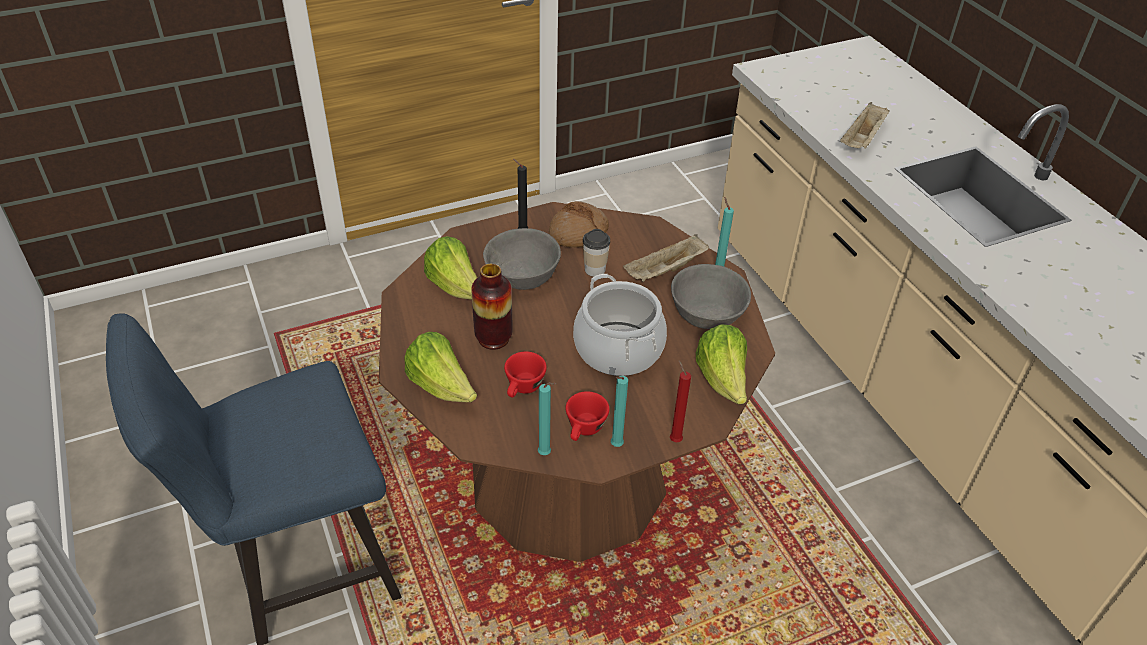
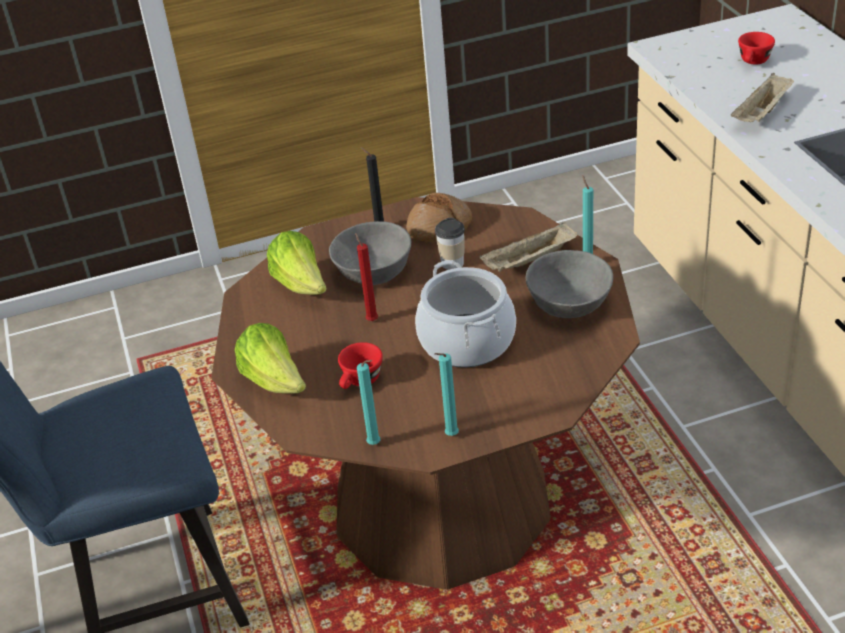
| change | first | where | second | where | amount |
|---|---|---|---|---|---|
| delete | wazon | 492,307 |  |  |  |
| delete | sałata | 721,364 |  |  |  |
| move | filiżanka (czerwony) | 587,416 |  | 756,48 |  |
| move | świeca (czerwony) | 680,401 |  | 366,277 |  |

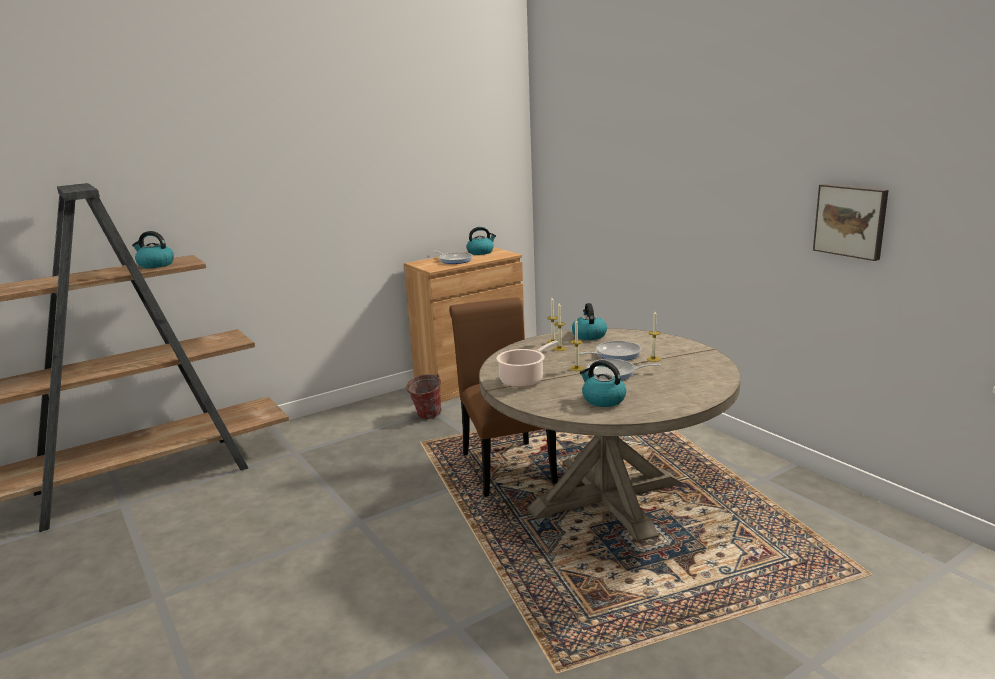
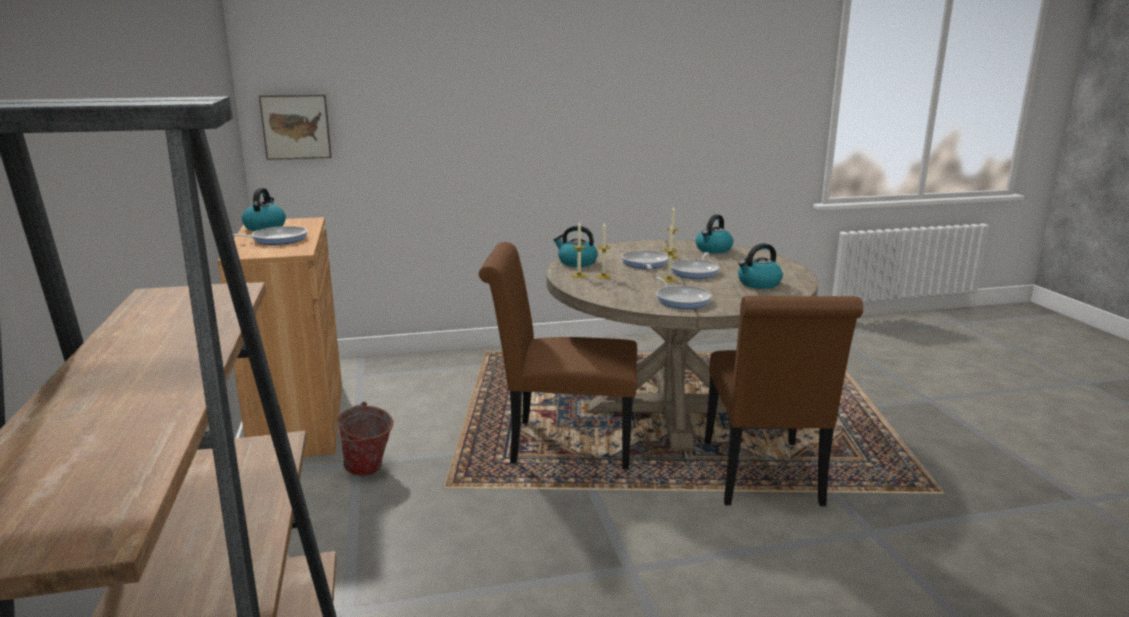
| change | first | where | second | where | amount |
|---|---|---|---|---|---|
| insert |  |  | krzesło (brązowy) | 783,401 |  |
| move | czajnik | 153,249 |  | 714,233 |  |
| move | obraz | 851,222 |  | 295,127 |  |
| replace | garnek | 527,364 | patelnia | 683,293 |  |

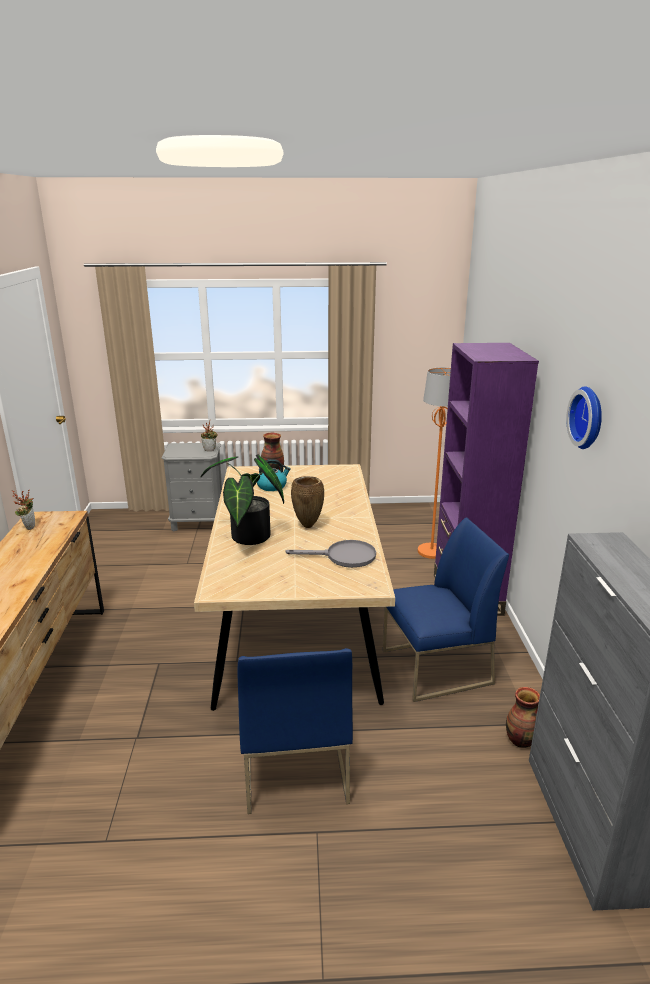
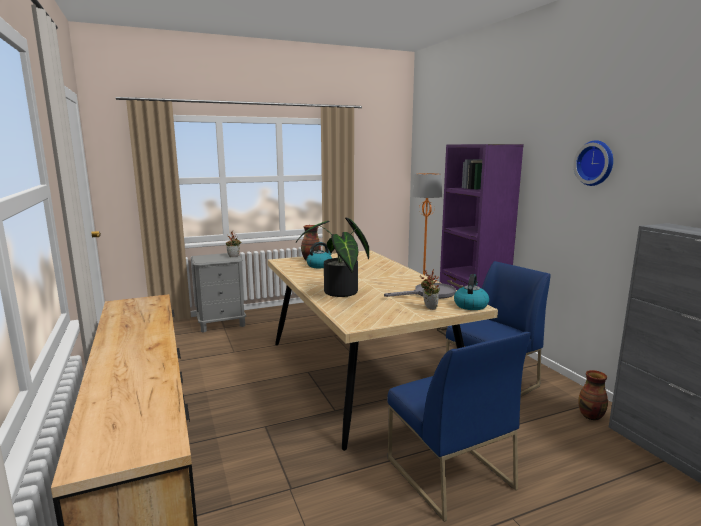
| change | first | where | second | where | amount |
|---|---|---|---|---|---|
| delete | wazon (brązowy) | 307,502 |  |  |  |
| insert |  |  | czajnik | 471,292 |  |
| move | roślina doniczkowa | 23,510 |  | 430,289 |  |

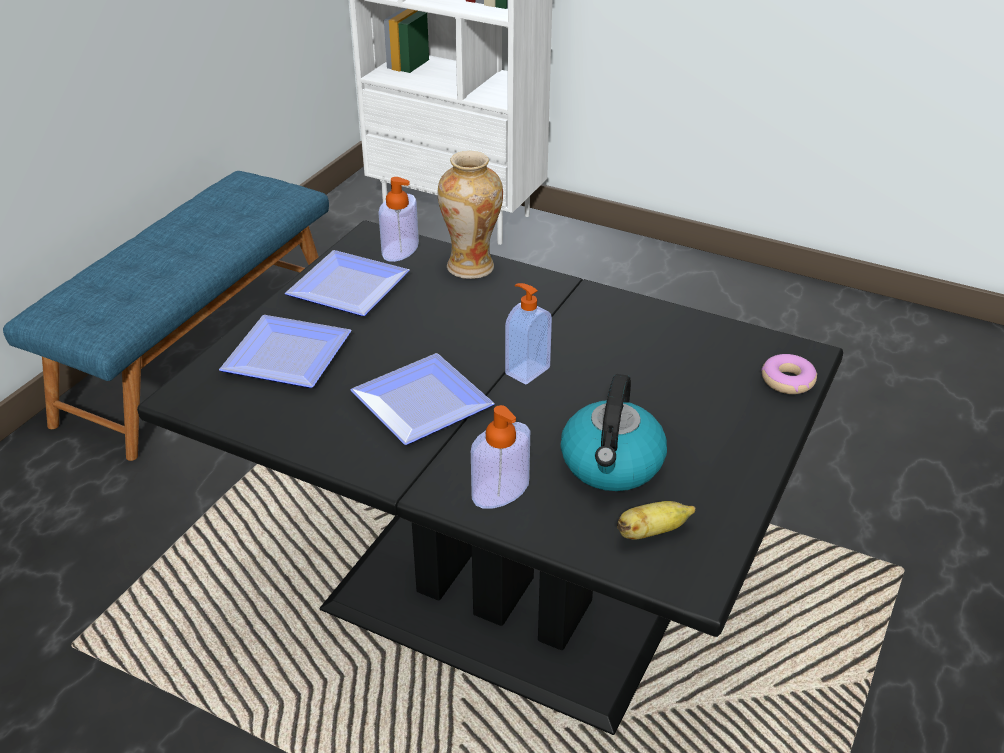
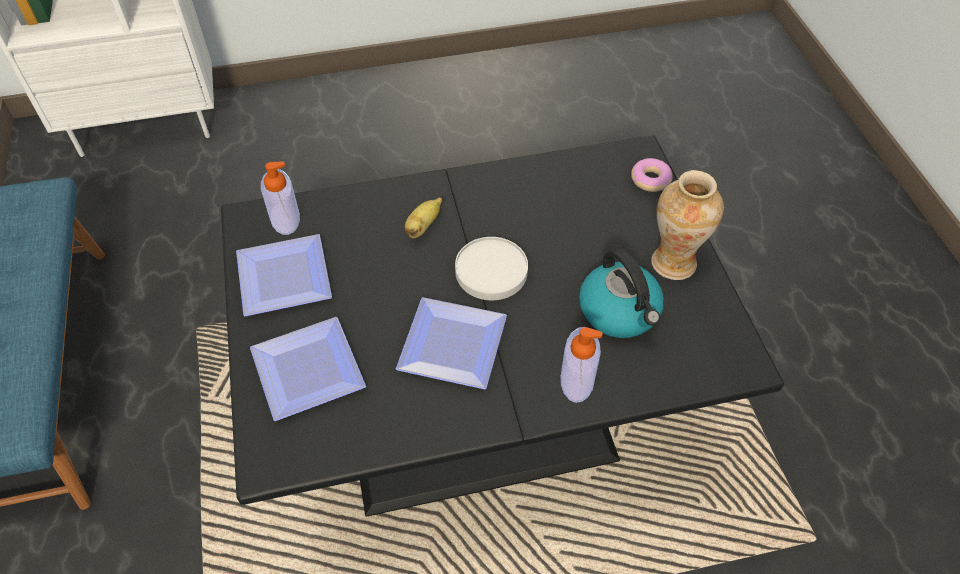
| change | first | where | second | where | amount |
|---|---|---|---|---|---|
| move | wazon | 470,215 |  | 687,225 |  |
| move | banan | 656,520 |  | 423,217 |  |
| replace | dozownik mydła | 528,334 | talerz (biały) | 491,268 |  |

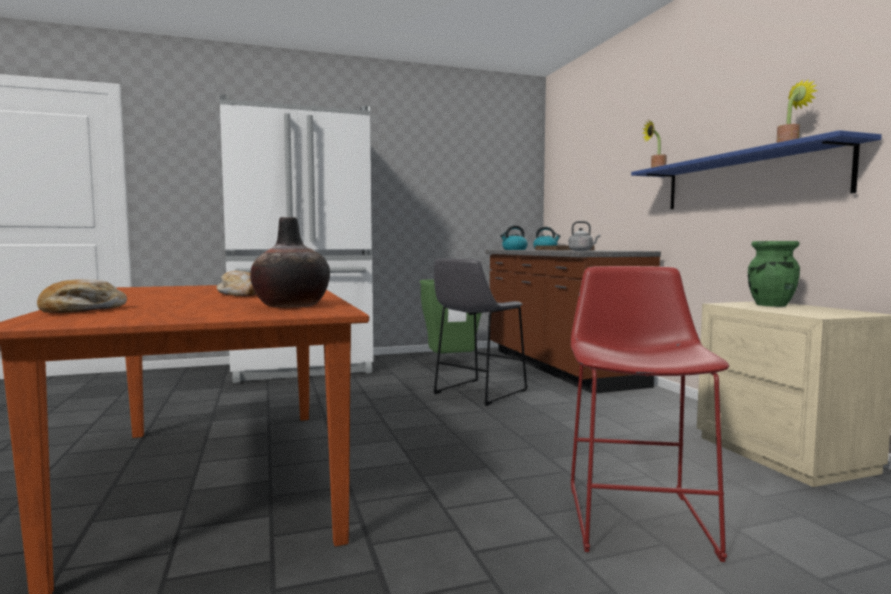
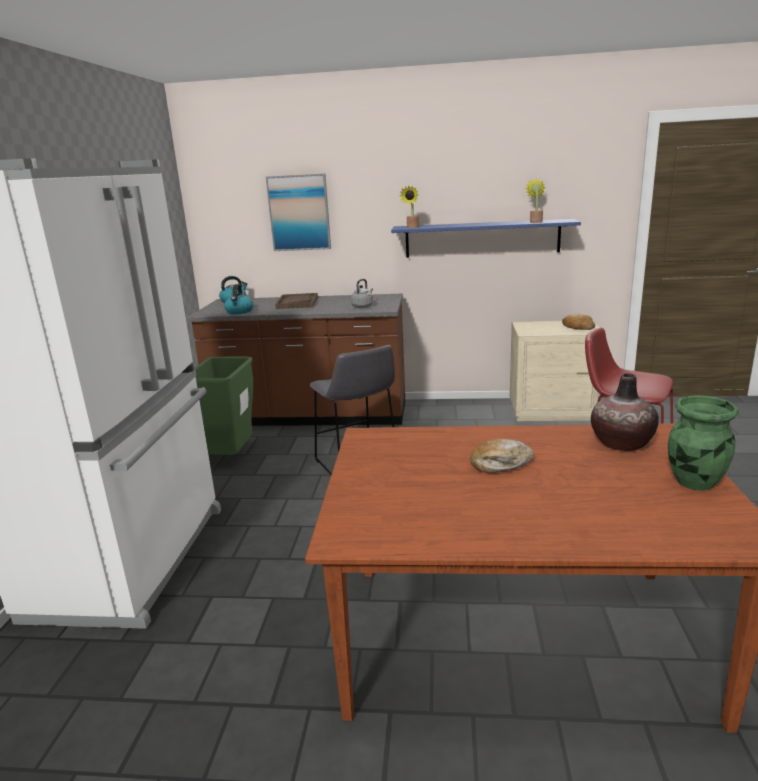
| change | first | where | second | where | amount |
|---|---|---|---|---|---|
| insert |  |  | obraz | 298,212 |  |
| move | chleb | 82,296 |  | 578,322 |  |
| move | wazon (zielony) | 774,274 |  | 703,443 |  |

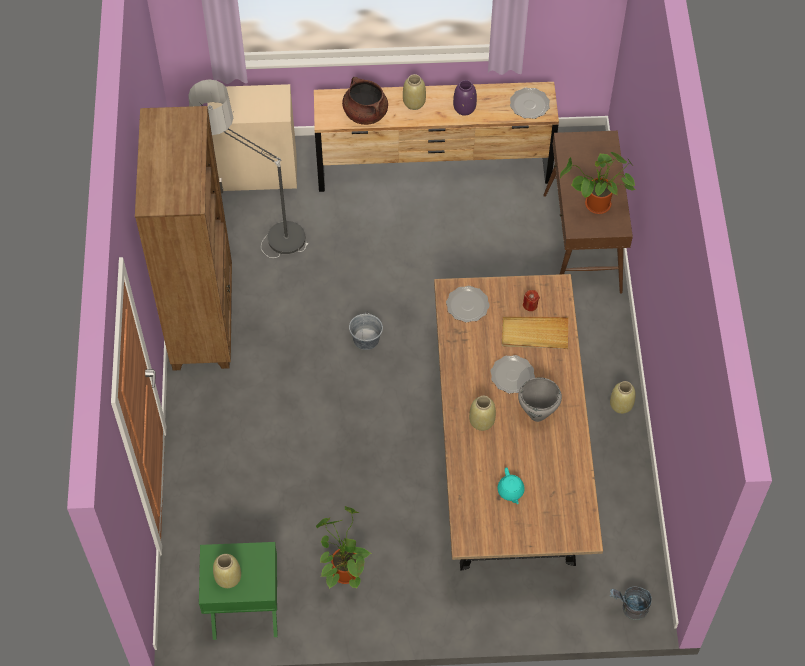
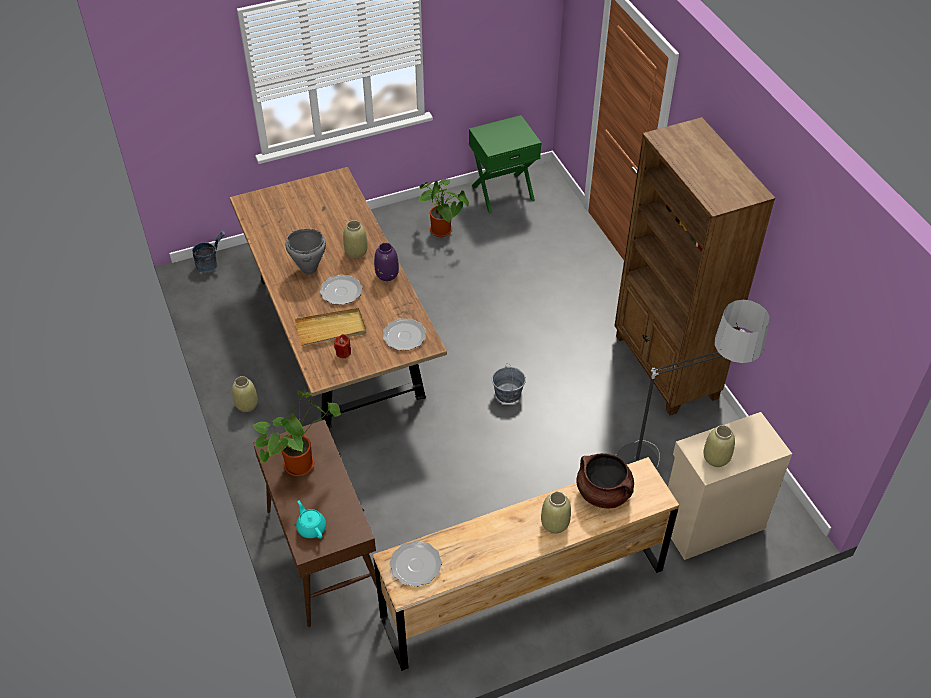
| change | first | where | second | where | amount |
|---|---|---|---|---|---|
| move | wazon (beżowy) | 227,571 |  | 719,446 |  |
| move | wazon (fioletowy) | 465,98 |  | 386,262 |  |
| move | imbryk (turkusowy) | 511,485 |  | 311,519 |  |

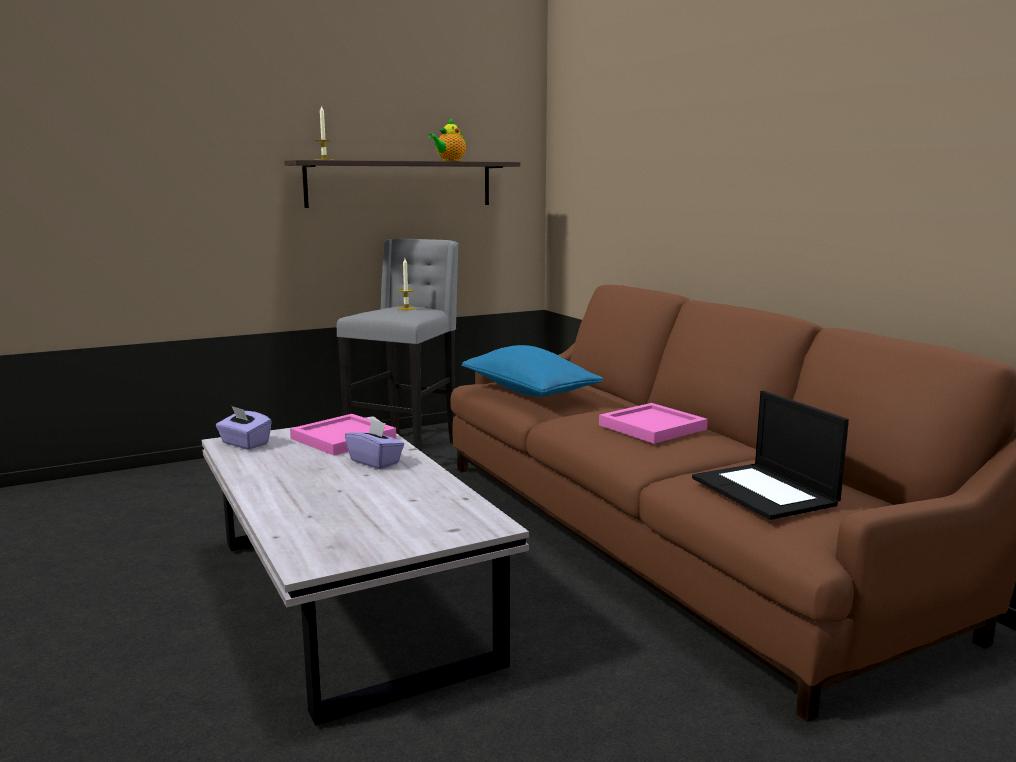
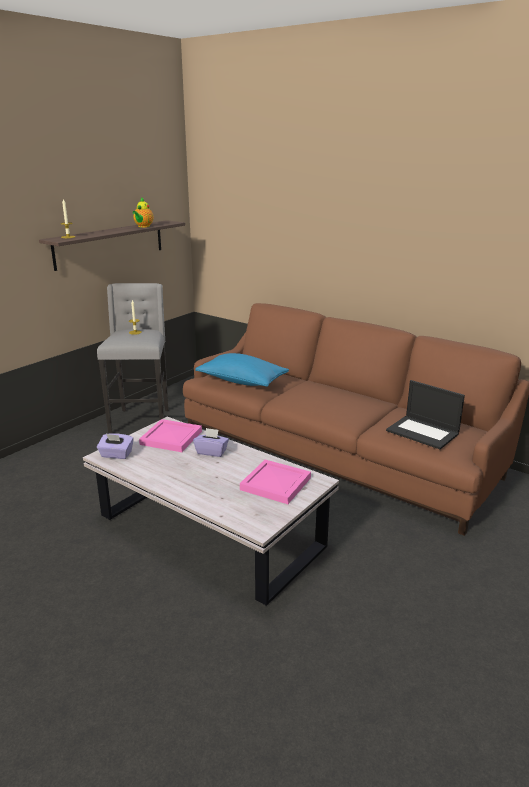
| change | first | where | second | where | amount |
|---|---|---|---|---|---|
| move | taca (różowy) | 653,423 |  | 275,482 |  |

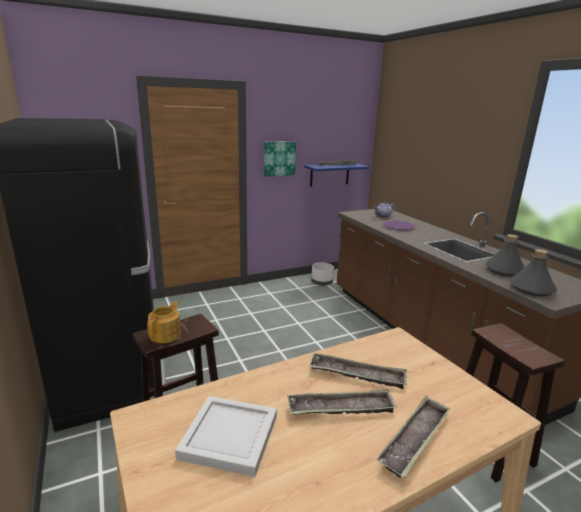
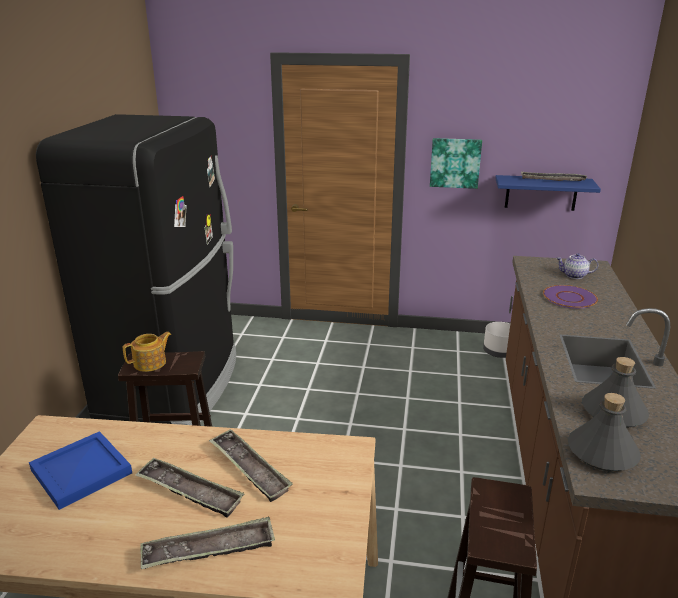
| change | first | where | second | where | amount |
|---|---|---|---|---|---|
| recolor | taca (biały) | 226,436 | taca (niebieski) | 80,470 |  |

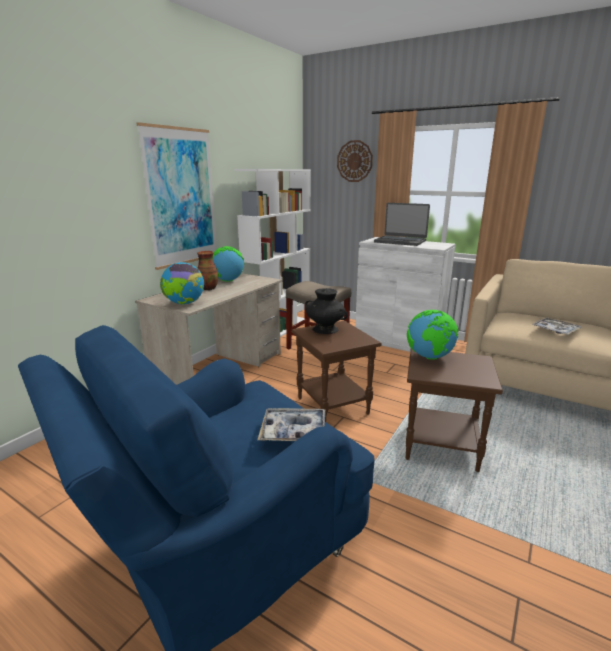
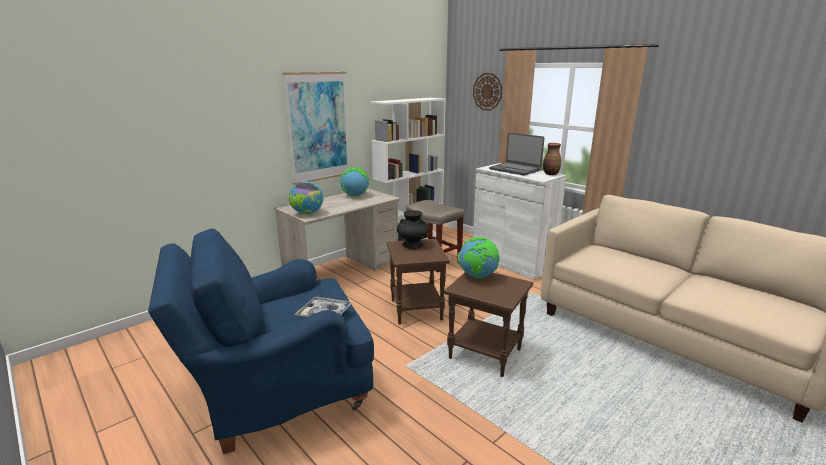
| change | first | where | second | where | amount |
|---|---|---|---|---|---|
| delete | taca | 557,326 |  |  |  |
| move | wazon | 207,270 |  | 552,159 |  |

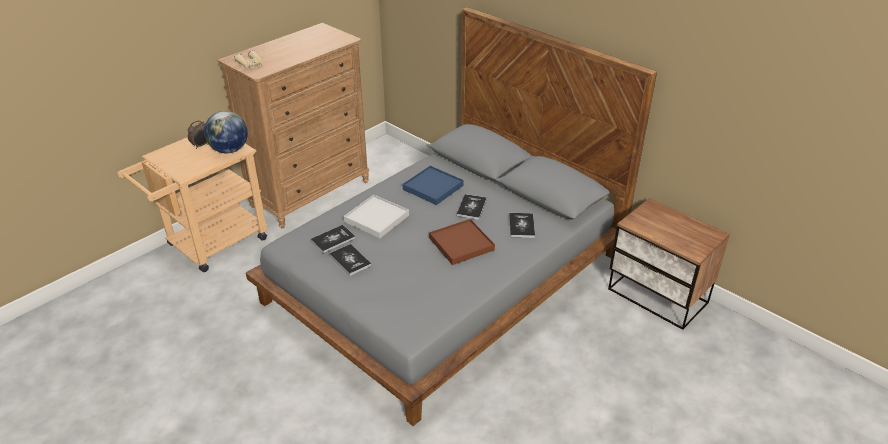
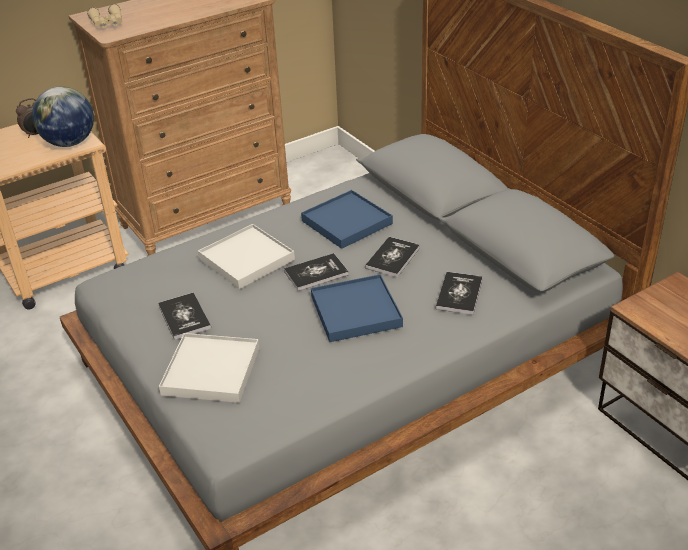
| change | first | where | second | where | amount |
|---|---|---|---|---|---|
| insert |  |  | taca (biały) | 209,368 |  |
| move | książka | 333,239 |  | 316,272 |  |
| recolor | taca (brązowy) | 462,242 | taca (niebieski) | 357,308 |  |

